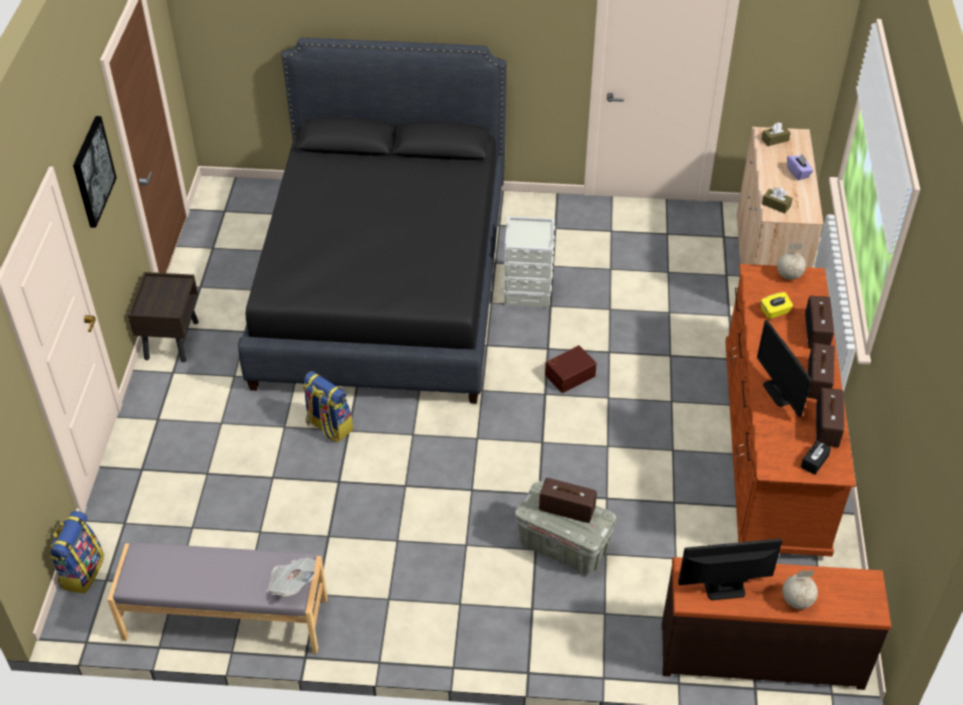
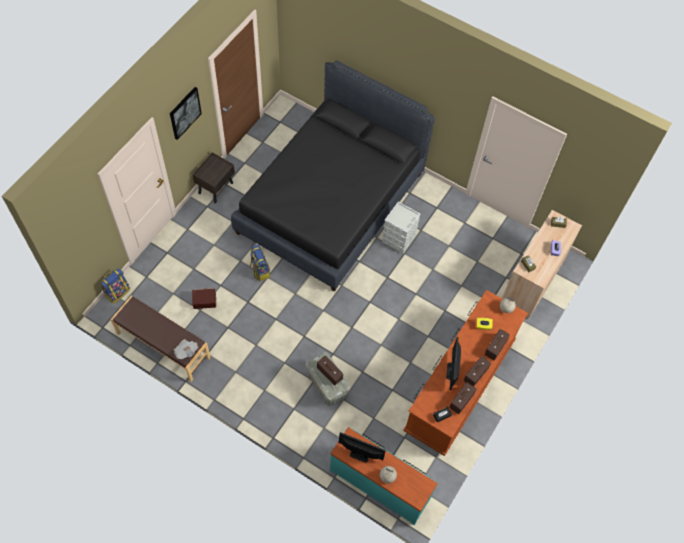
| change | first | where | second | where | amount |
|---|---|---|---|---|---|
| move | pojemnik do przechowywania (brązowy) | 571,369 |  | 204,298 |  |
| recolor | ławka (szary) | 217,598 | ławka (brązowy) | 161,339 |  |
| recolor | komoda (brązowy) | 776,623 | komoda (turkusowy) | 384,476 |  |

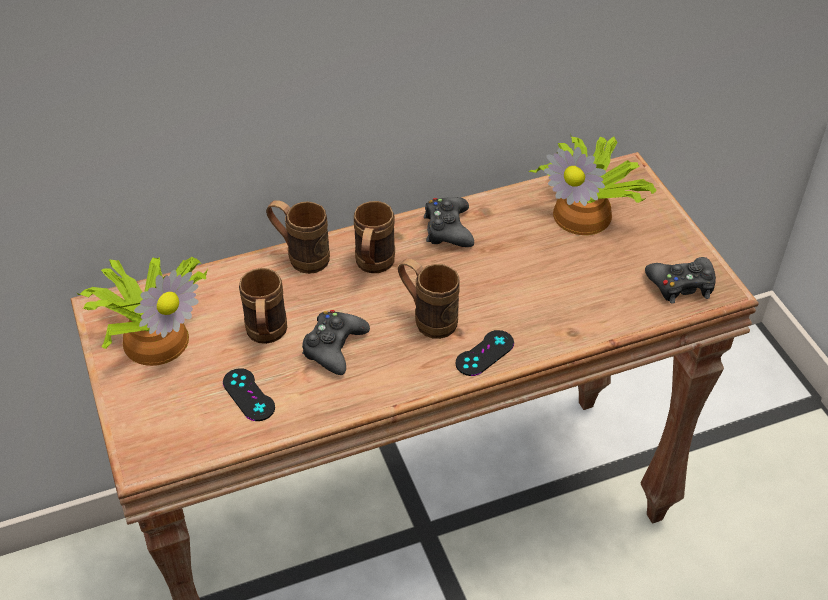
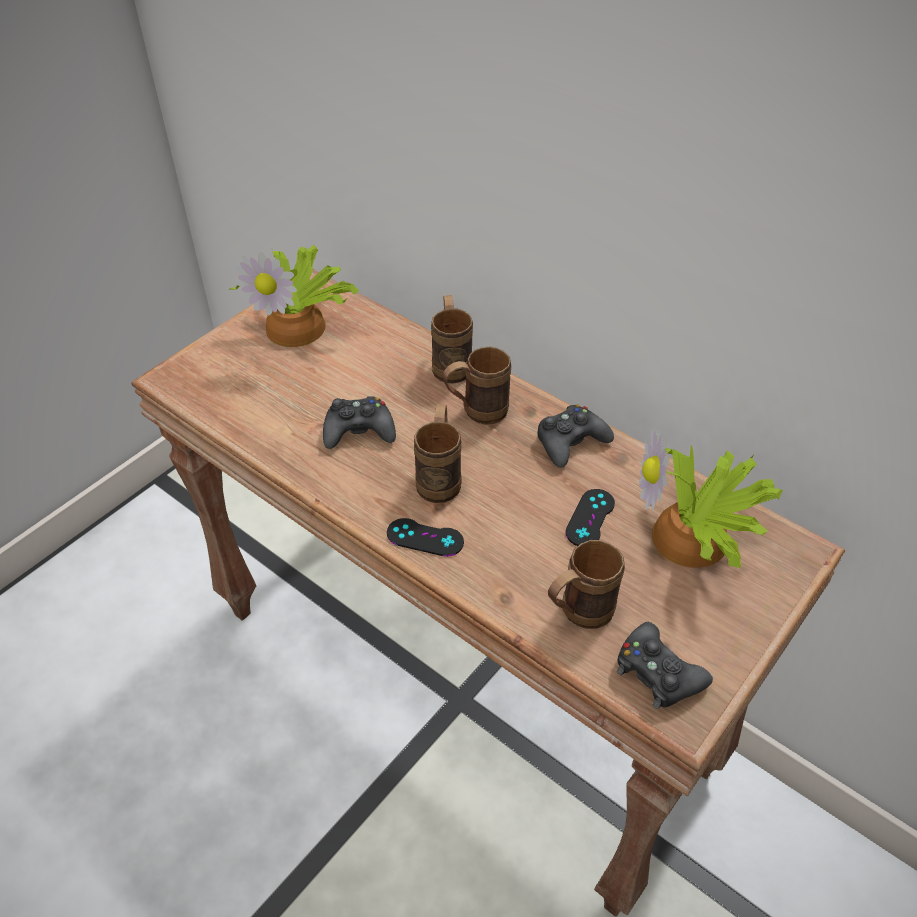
| change | first | where | second | where | amount |
|---|---|---|---|---|---|
| move | pad do gier (czarny) | 249,394 |  | 590,517 |  |
| move | kubek (brązowy) | 263,306 |  | 586,584 |  |

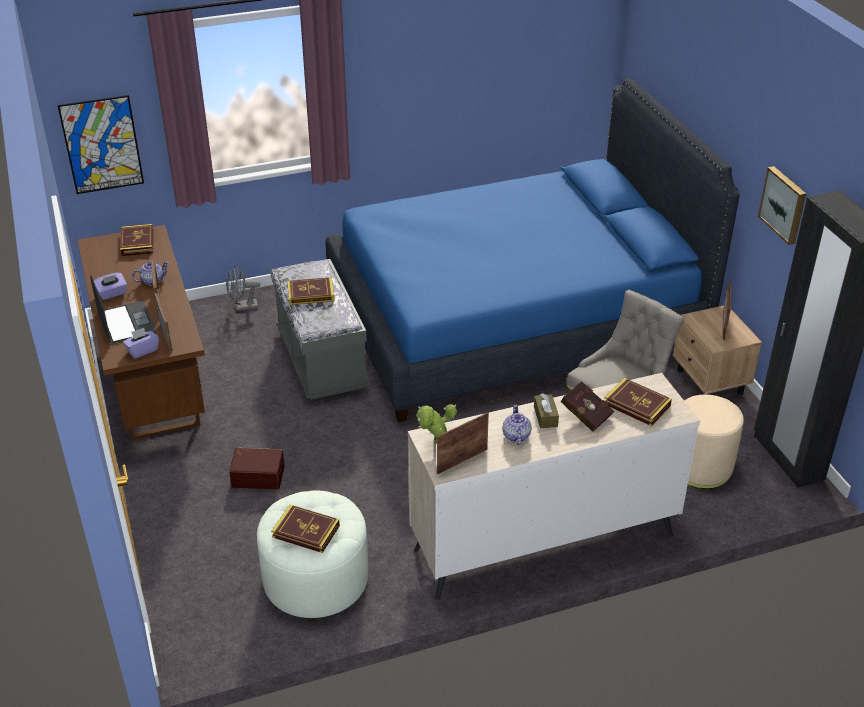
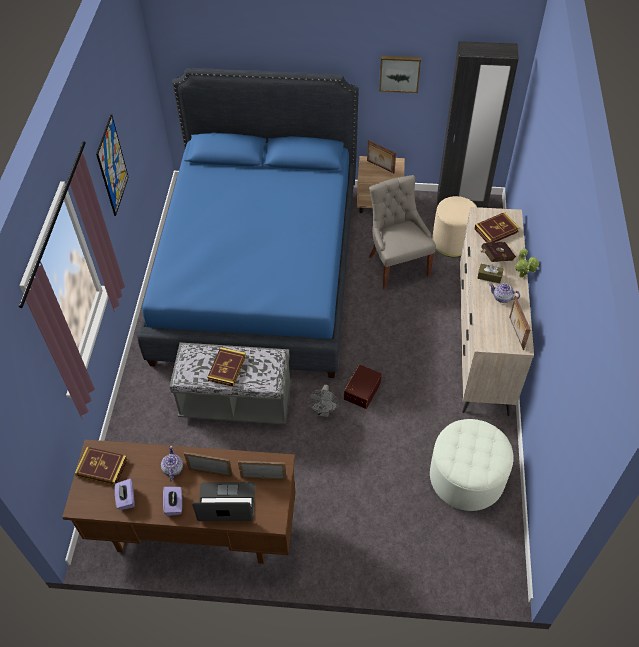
| change | first | where | second | where | amount |
|---|---|---|---|---|---|
| delete | książka | 305,529 |  |  |  |
| move | obraz | 101,144 |  | 112,165 |  |
| move | pudełko chusteczek (fioletowy) | 141,343 |  | 125,494 |  |
| move | wentylator (szary) | 243,288 |  | 322,401 |  |
| move | pojemnik do przechowywania (brązowy) | 256,468 |  | 363,387 |  |
| move | roślina doniczkowa | 437,424 |  | 527,263 |  |

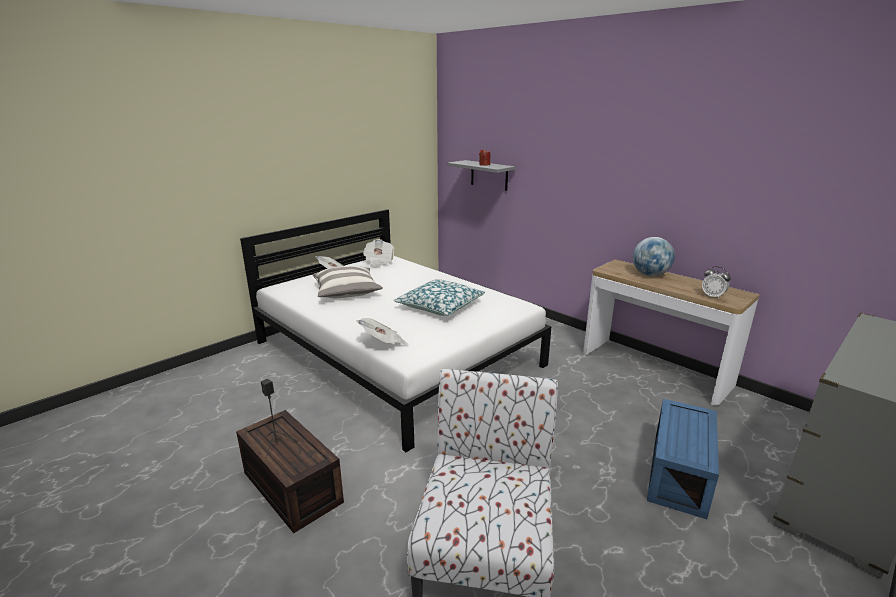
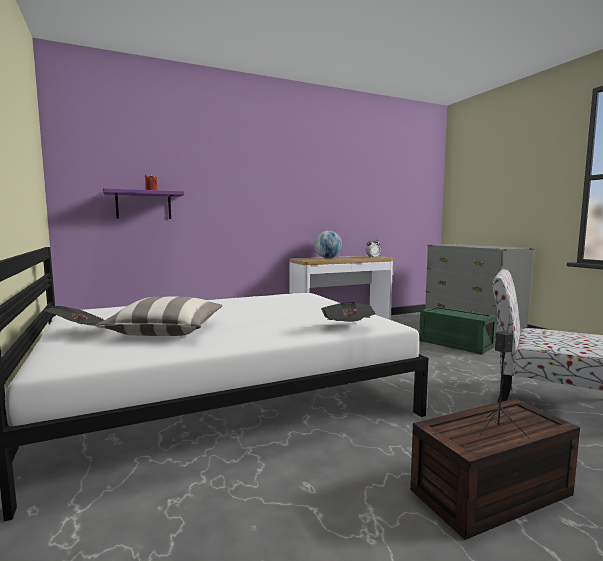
| change | first | where | second | where | amount |
|---|---|---|---|---|---|
| delete | gazeta | 379,253 |  |  |  |
| delete | poduszka | 439,297 |  |  |  |
| recolor | półka (szary) | 481,175 | półka (fioletowy) | 143,203 |  |
| recolor | pojemnik do przechowywania (niebieski) | 683,459 | pojemnik do przechowywania (zielony) | 458,330 |  |

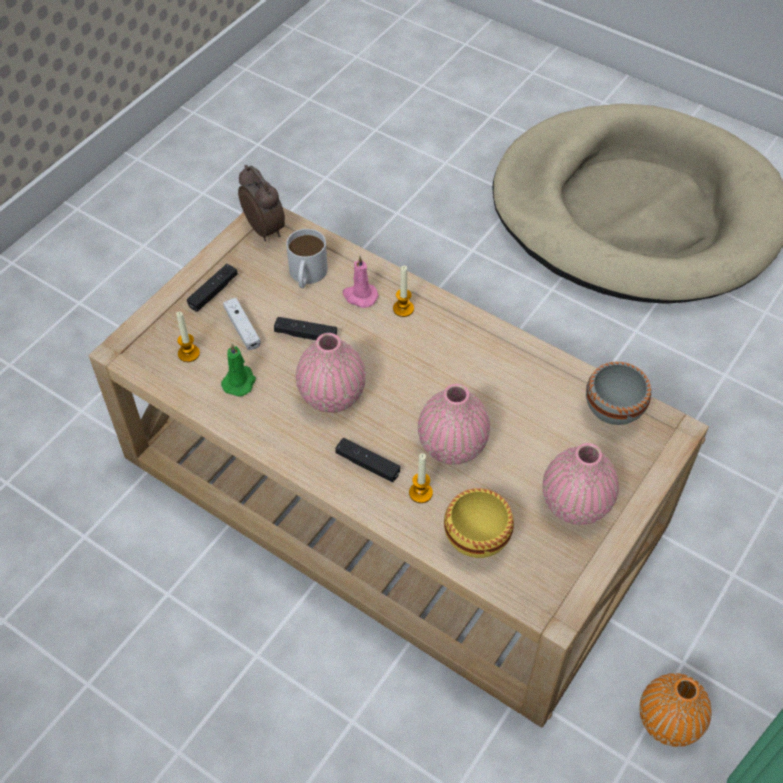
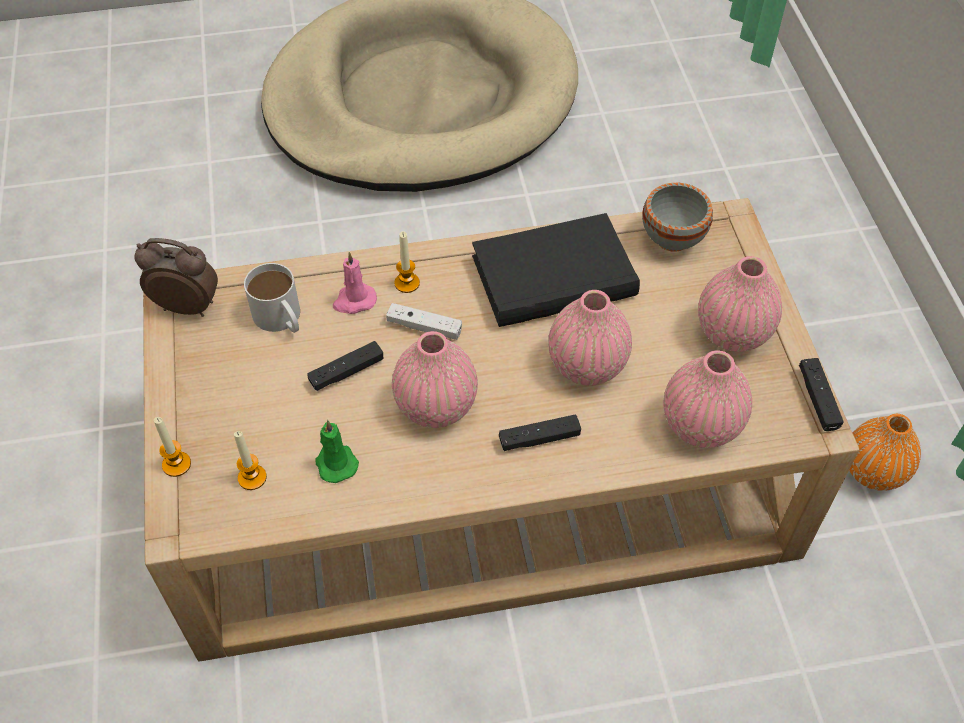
| change | first | where | second | where | amount |
|---|---|---|---|---|---|
| insert |  |  | książka (czarny) | 556,270 |  |
| move | pad do gier (czarny) | 212,288 |  | 821,394 |  |
| move | pad do gier (biały) | 242,324 |  | 424,321 |  |
| move | świeca | 421,478 |  | 172,447 |  |
| replace | miska (żółty) | 479,523 | wazon (różowy) | 708,399 |  |

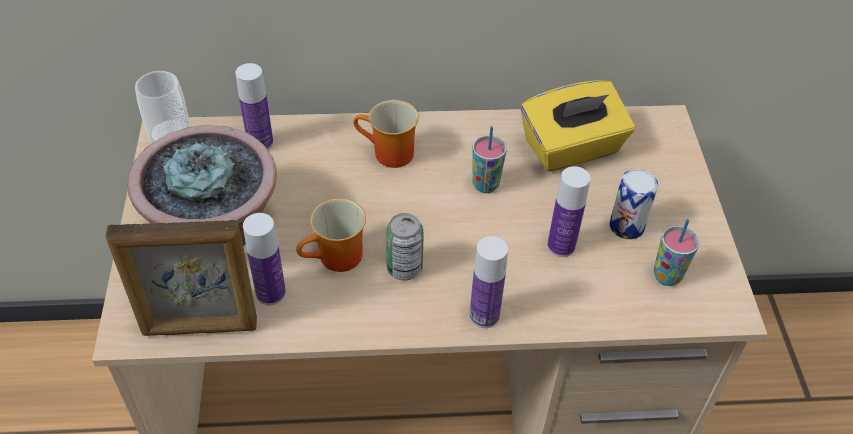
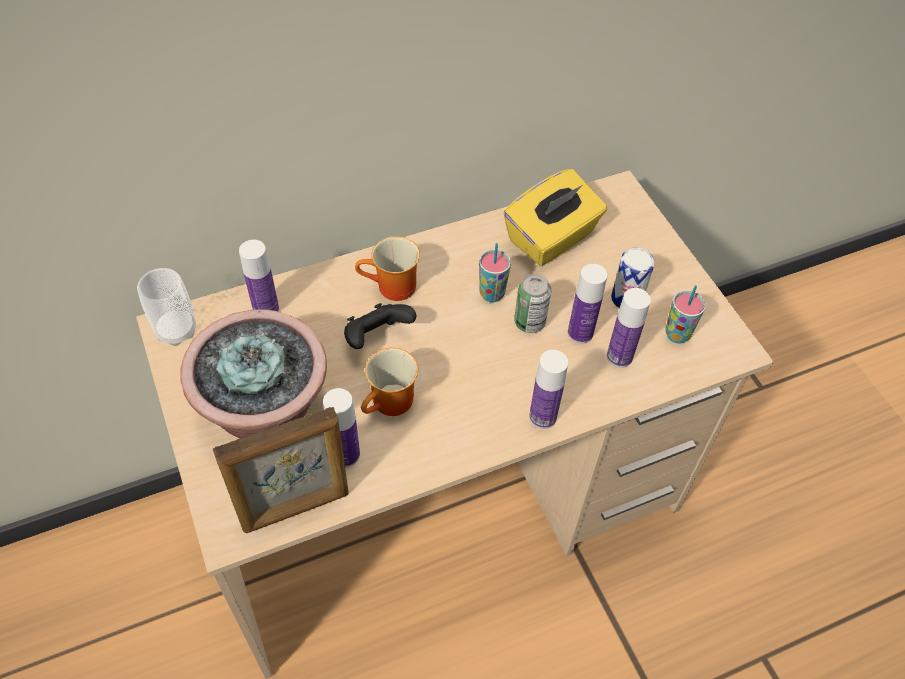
| change | first | where | second | where | amount |
|---|---|---|---|---|---|
| insert |  |  | pad do gier (czarny) | 380,326 |  |
| insert |  |  | butelka | 629,328 |  |
| move | puszka | 405,246 |  | 532,303 |  |

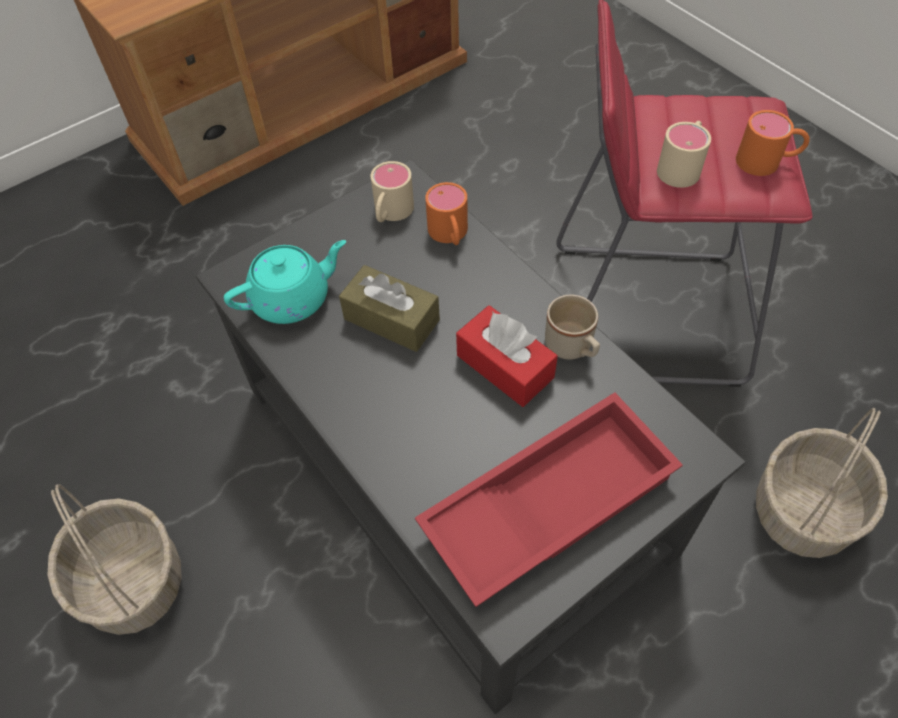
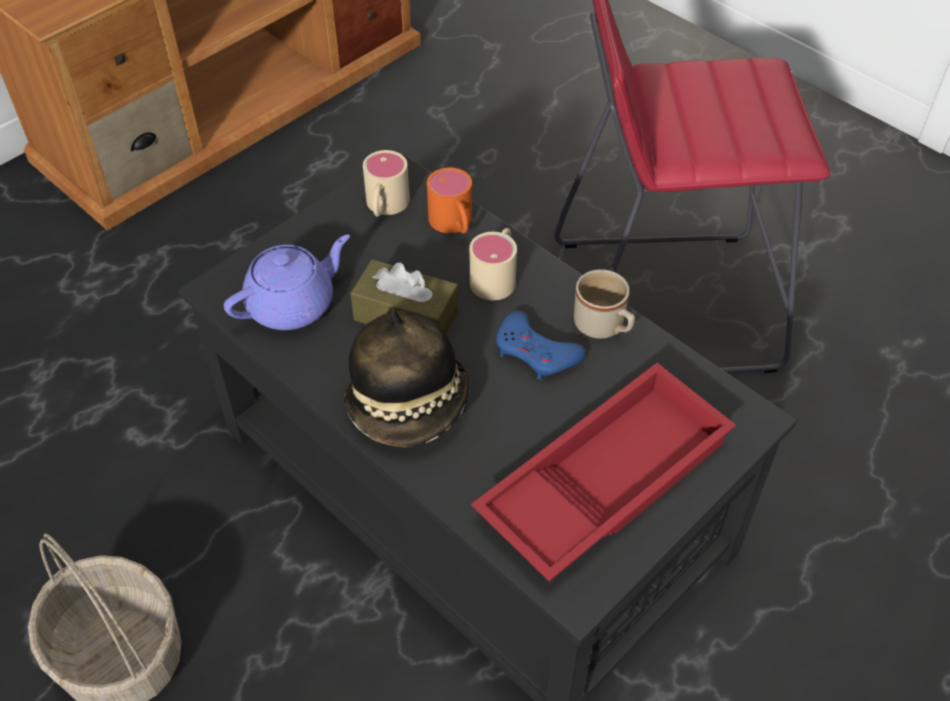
| change | first | where | second | where | amount |
|---|---|---|---|---|---|
| delete | kubek (pomarańczowy) | 773,143 |  |  |  |
| delete | koszyk | 822,483 |  |  |  |
| insert |  |  | kapelusz | 407,378 |  |
| move | kubek (beżowy) | 684,154 |  | 493,264 |  |
| replace | pudełko chusteczek (czerwony) | 507,356 | pad do gier (niebieski) | 541,345 |  |
| recolor | imbryk (turkusowy) | 285,282 | imbryk (fioletowy) | 287,282 |  |

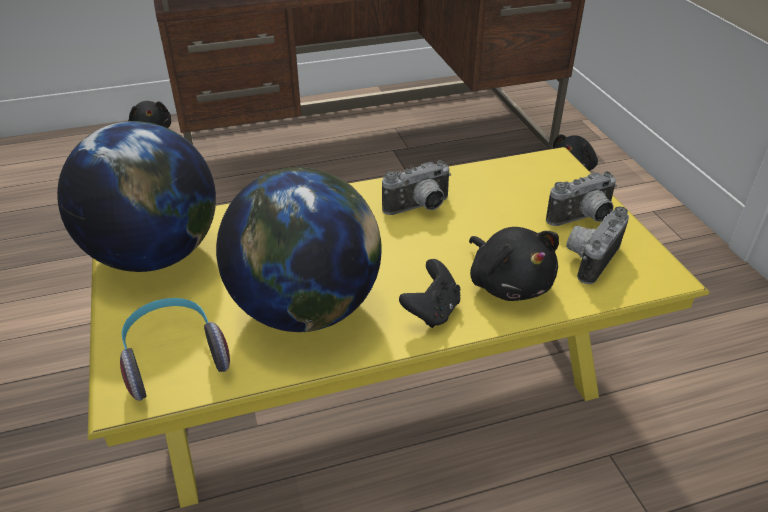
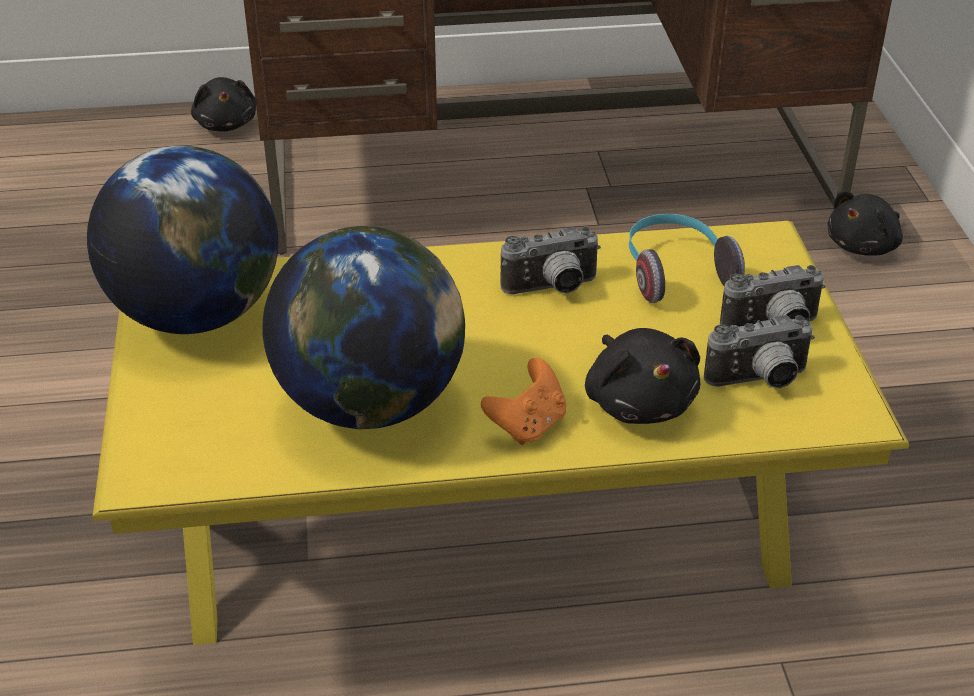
| change | first | where | second | where | amount |
|---|---|---|---|---|---|
| move | słuchawki | 175,349 |  | 687,258 |  |
| recolor | pad do gier (czarny) | 429,293 | pad do gier (pomarańczowy) | 523,401 |  |
| rotate | aparat fotograficzny | 597,245 |  | 759,351 | 150 degrees counterclockwise |

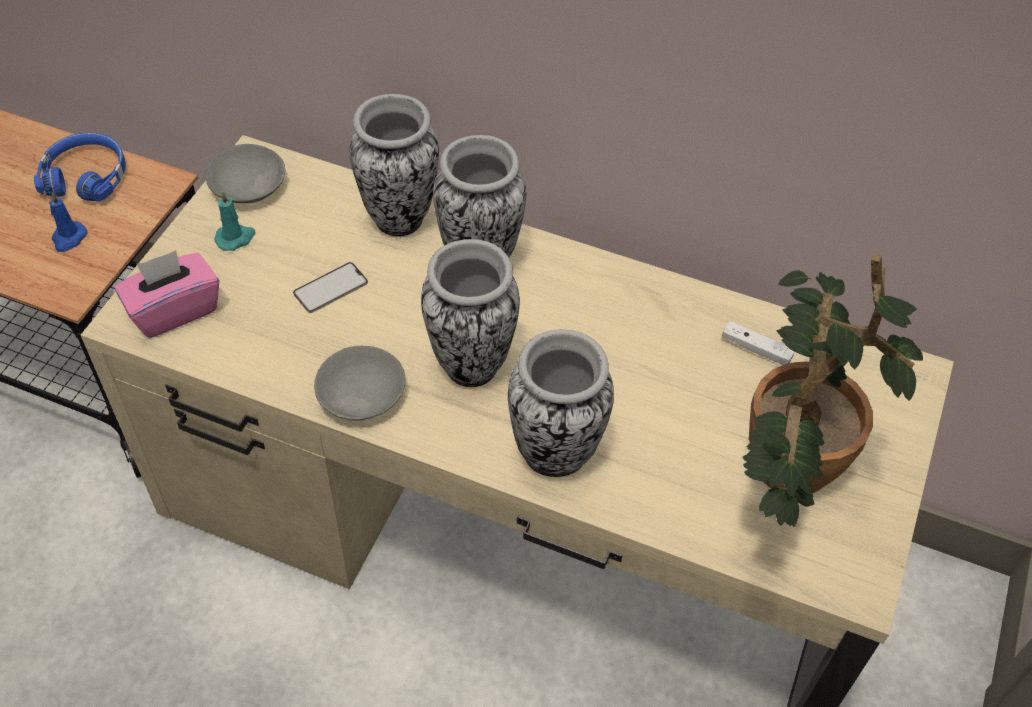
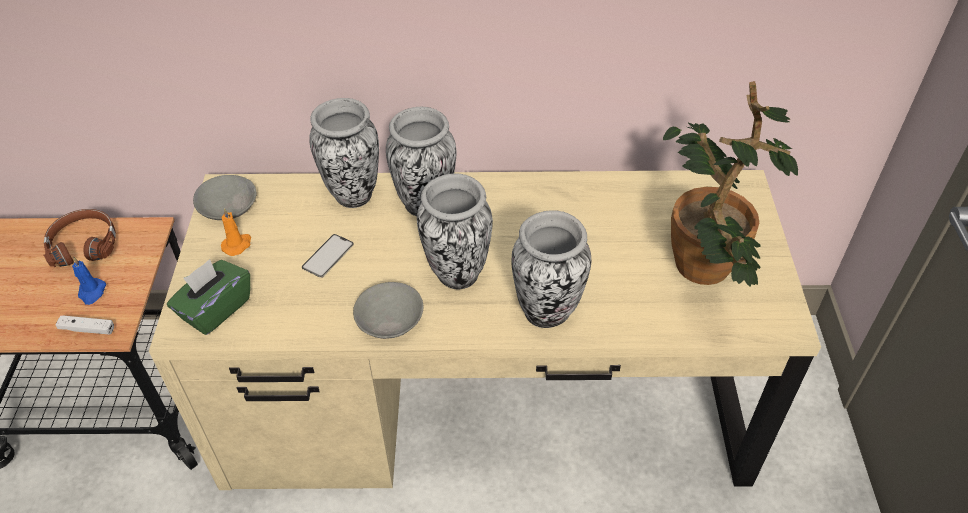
| change | first | where | second | where | amount |
|---|---|---|---|---|---|
| move | pad do gier (biały) | 758,343 |  | 85,325 |  |
| recolor | słuchawki (niebieski) | 80,167 | słuchawki (brązowy) | 80,238 |  |
| recolor | pudełko chusteczek (różowy) | 167,294 | pudełko chusteczek (zielony) | 208,297 |  |
| recolor | świeca (turkusowy) | 235,221 | świeca (pomarańczowy) | 236,232 |  |

